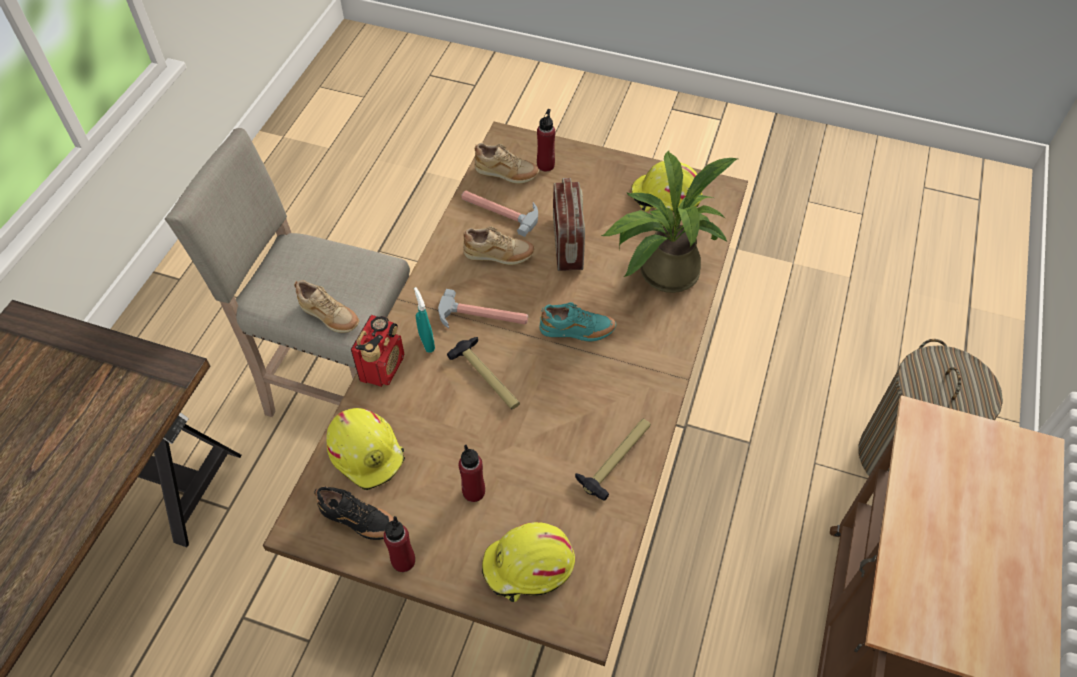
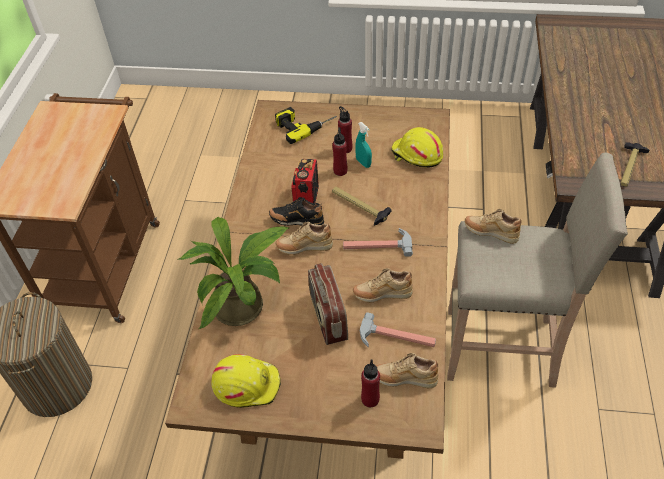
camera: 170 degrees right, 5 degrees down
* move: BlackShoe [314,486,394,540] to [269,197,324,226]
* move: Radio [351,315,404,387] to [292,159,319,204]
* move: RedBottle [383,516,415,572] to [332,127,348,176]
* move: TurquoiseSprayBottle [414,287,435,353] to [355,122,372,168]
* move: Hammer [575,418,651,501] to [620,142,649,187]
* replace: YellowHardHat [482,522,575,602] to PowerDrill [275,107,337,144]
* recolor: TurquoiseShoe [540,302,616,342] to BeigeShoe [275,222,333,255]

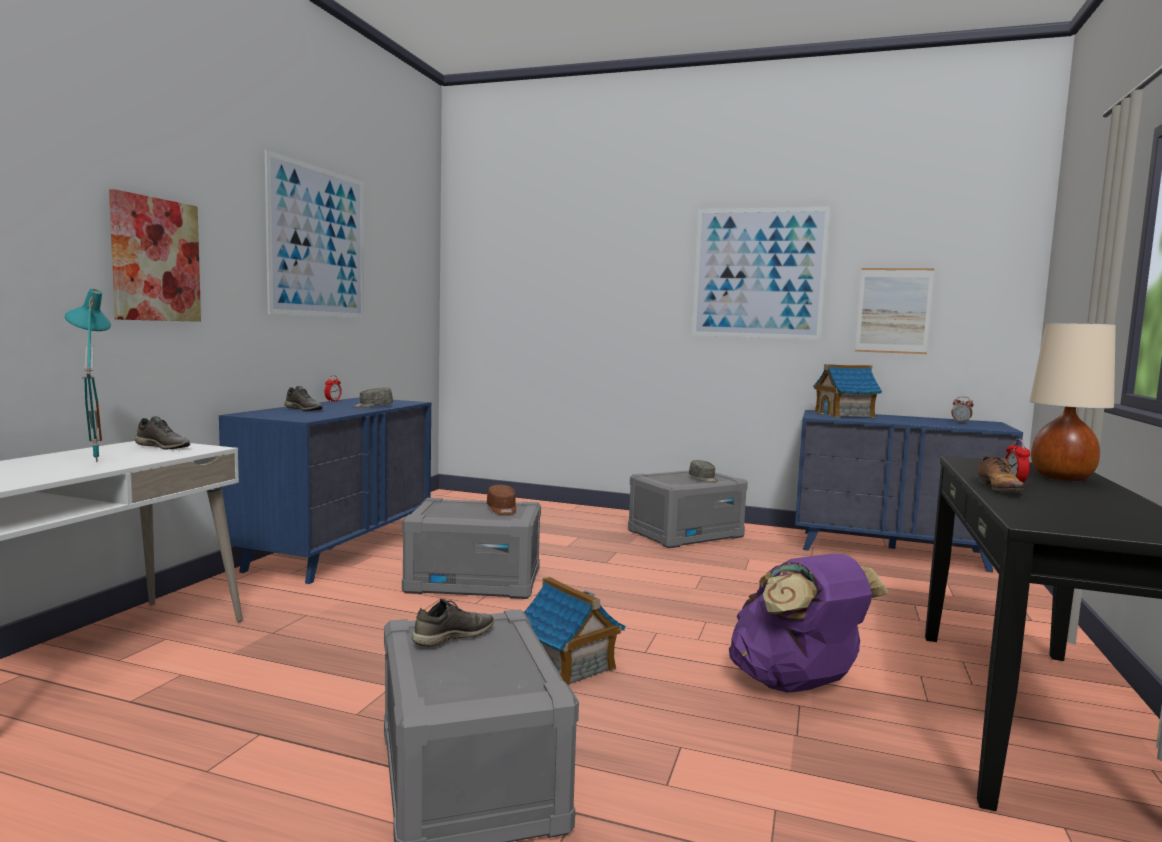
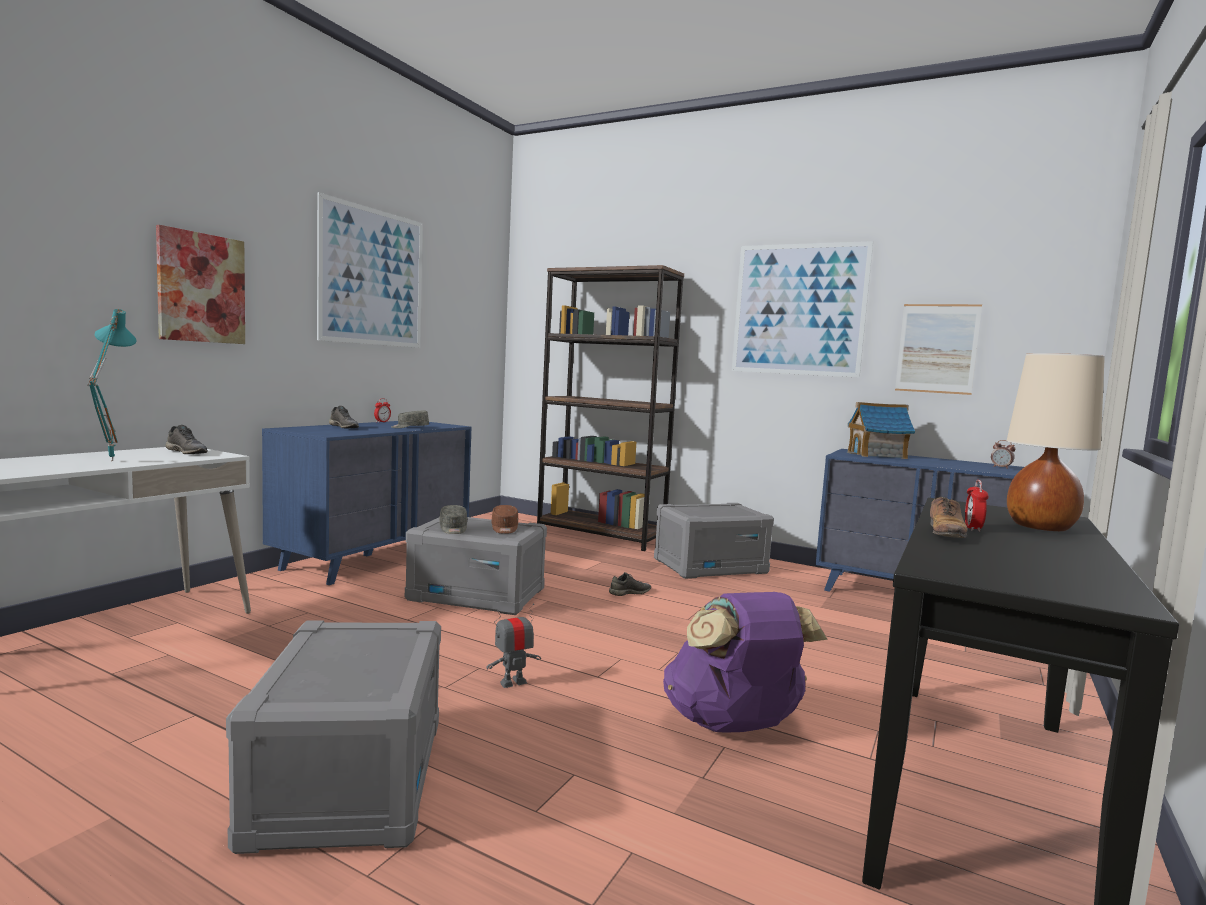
camera: 10 degrees right, 0 degrees up
* insert: BrownBookcase [537,265,684,551]
* move: GreyShoe [411,599,494,647] to [609,572,651,596]
* move: GreyCap [689,460,718,483] to [439,505,467,534]
* replace: ToyHouse [524,577,626,685] to ToyRobot [487,603,541,688]

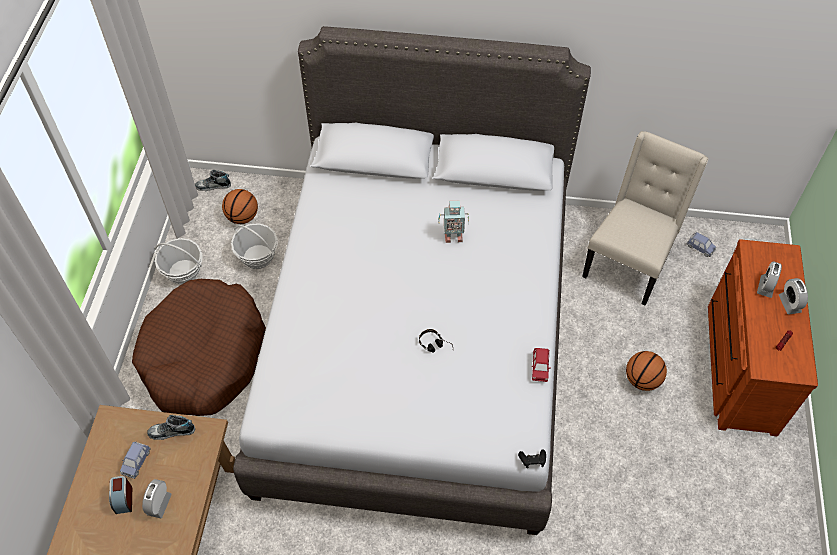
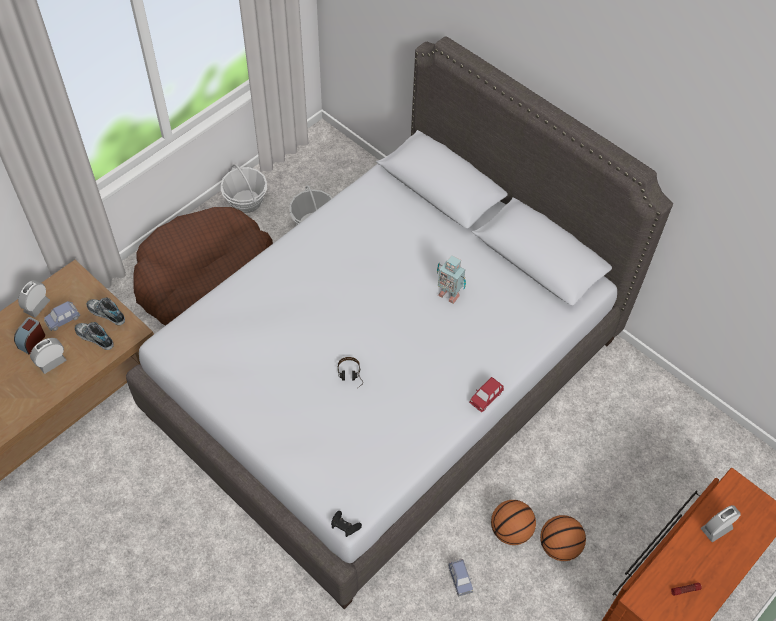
camera: 35 degrees right, 0 degrees up
* delete: BeigeChair [582,131,708,305]
* move: Shoe [195,170,231,191] to [75,322,113,350]
* move: Basketball [222,189,258,224] to [491,500,536,545]
* move: RedToyCar [532,348,551,382] to [469,377,504,412]
* move: BlueToyCar [687,232,716,257] to [448,559,473,596]
* move: AlarmClock [779,278,808,315] to [18,280,50,317]

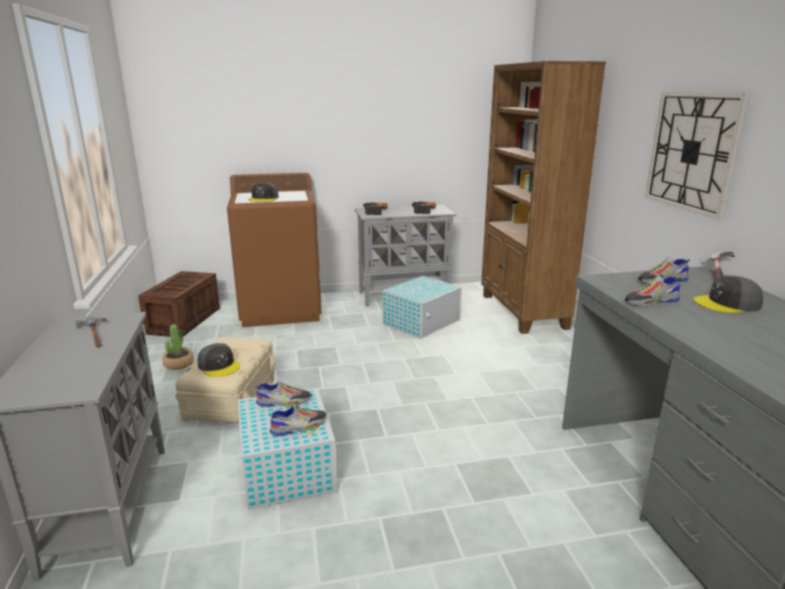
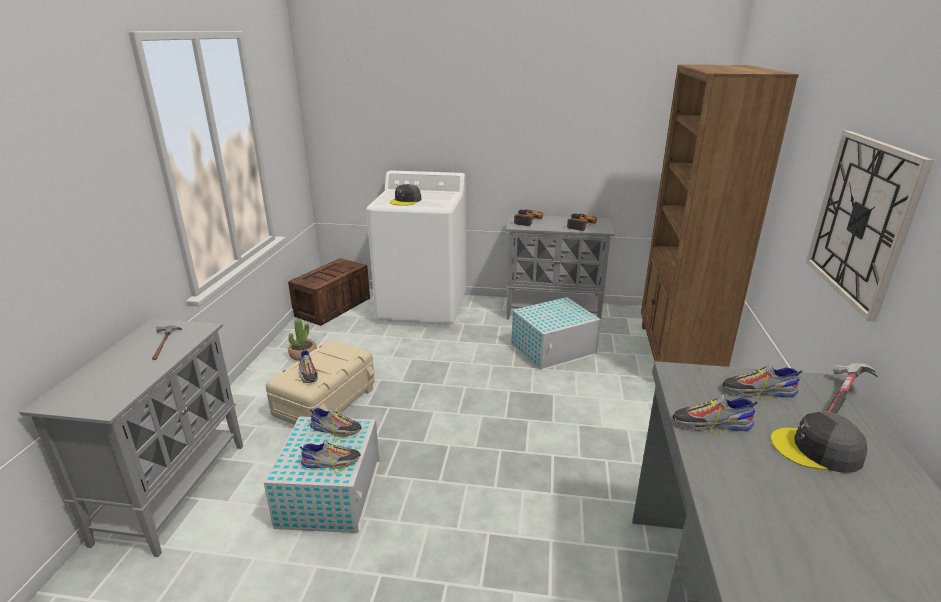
camera: 20 degrees right, 5 degrees up
* replace: GreyCap [198,343,240,377] to Shoe [295,349,321,383]
* recolor: BrownWashingMachine [227,173,321,327] to WhiteWashingMachine [366,170,466,329]

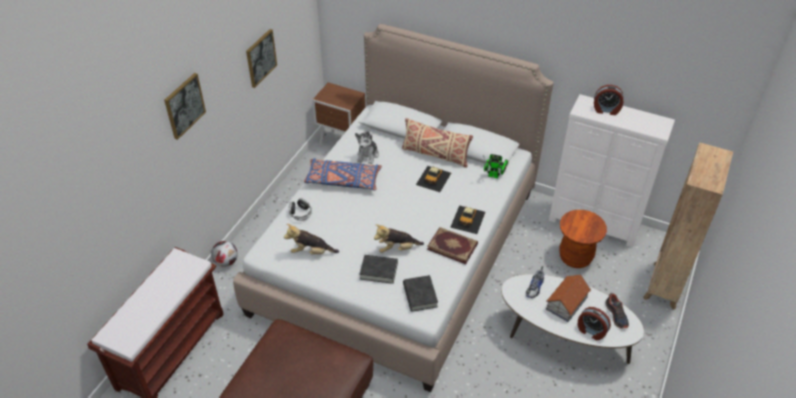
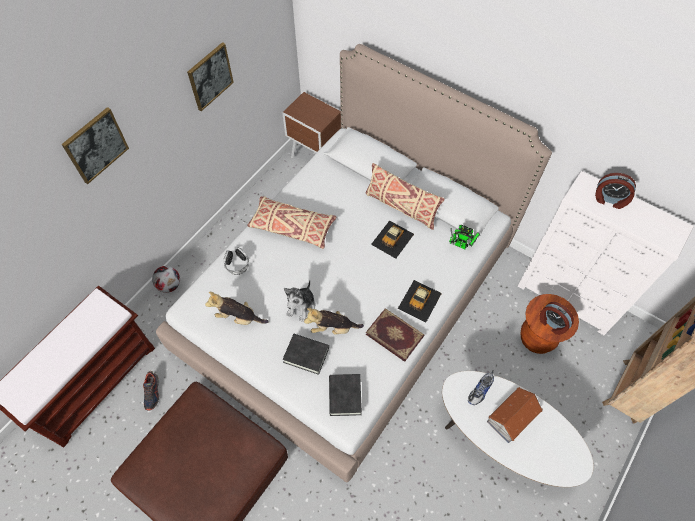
camera: 10 degrees right, 15 degrees up
* move: PlushToy [355,131,379,164] to [284,280,315,322]
* move: AlarmClock [578,307,611,340] to [540,302,574,335]
* move: Shoe [605,293,629,328] to [143,371,159,410]
* recolor: BluePillow [304,158,382,190] to BeigePillow [247,196,337,249]

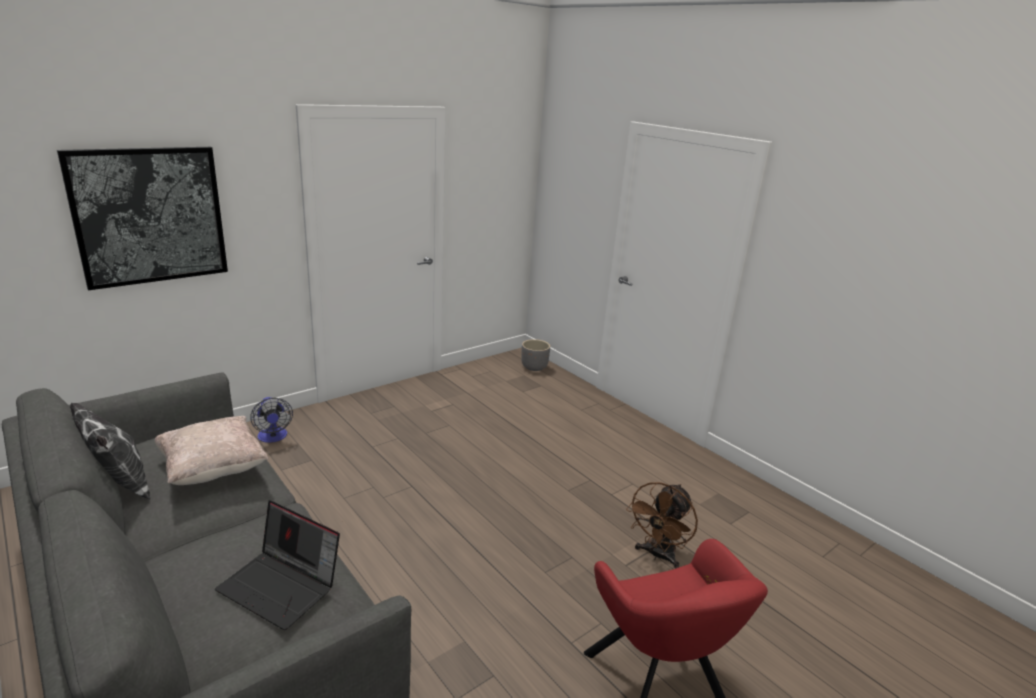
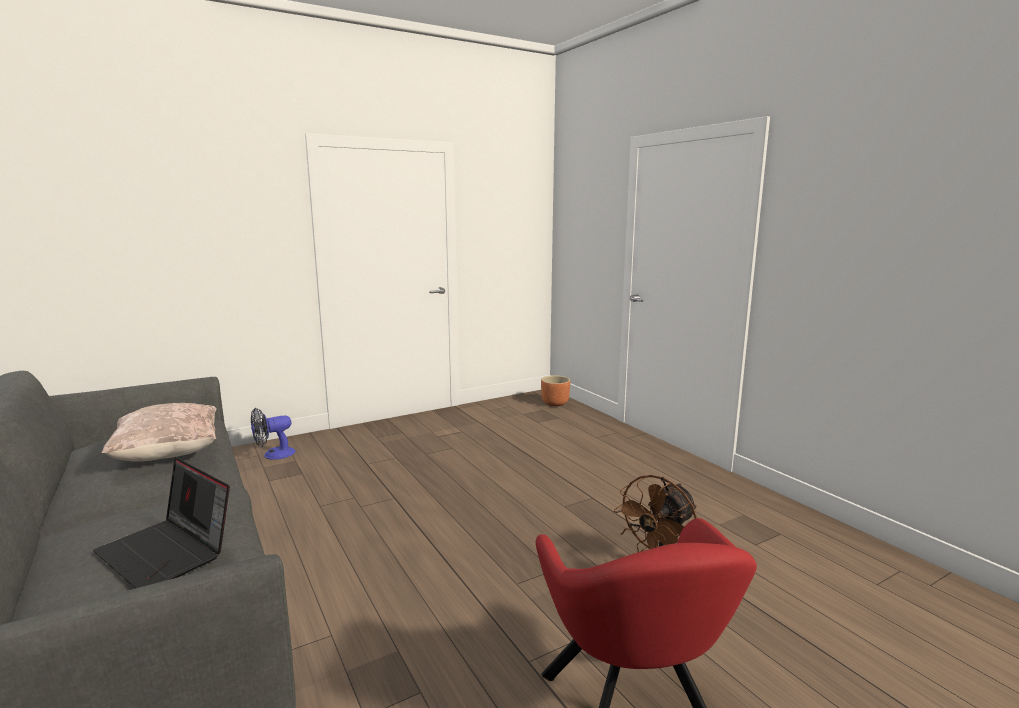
camera: 10 degrees right, 10 degrees down
* delete: Picture [57,147,228,290]
* delete: Pillow [70,403,150,499]
* recolor: GreyPlanter [521,339,550,371] to BrownPlanter [541,375,570,406]
* rotate: Fan [250,397,293,443] = [251,408,295,460] 75 degrees clockwise

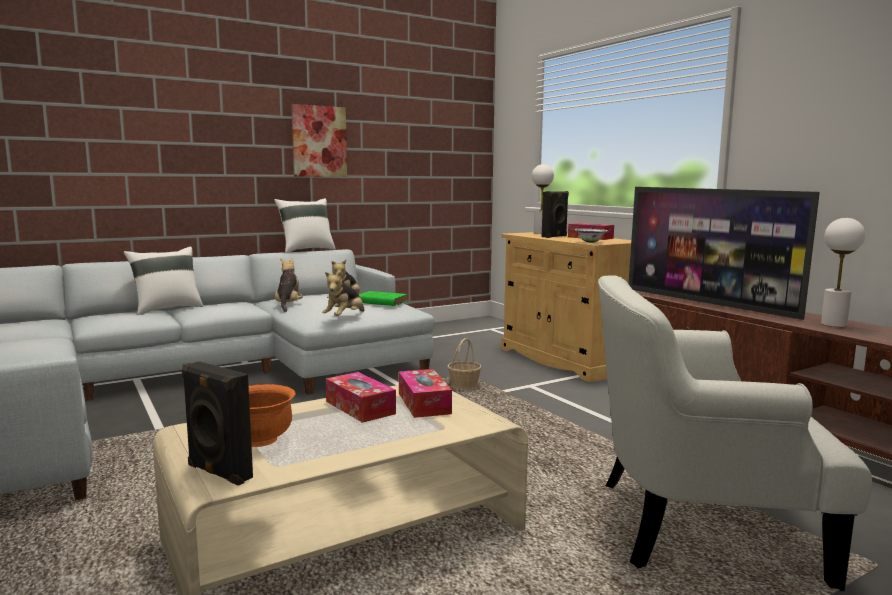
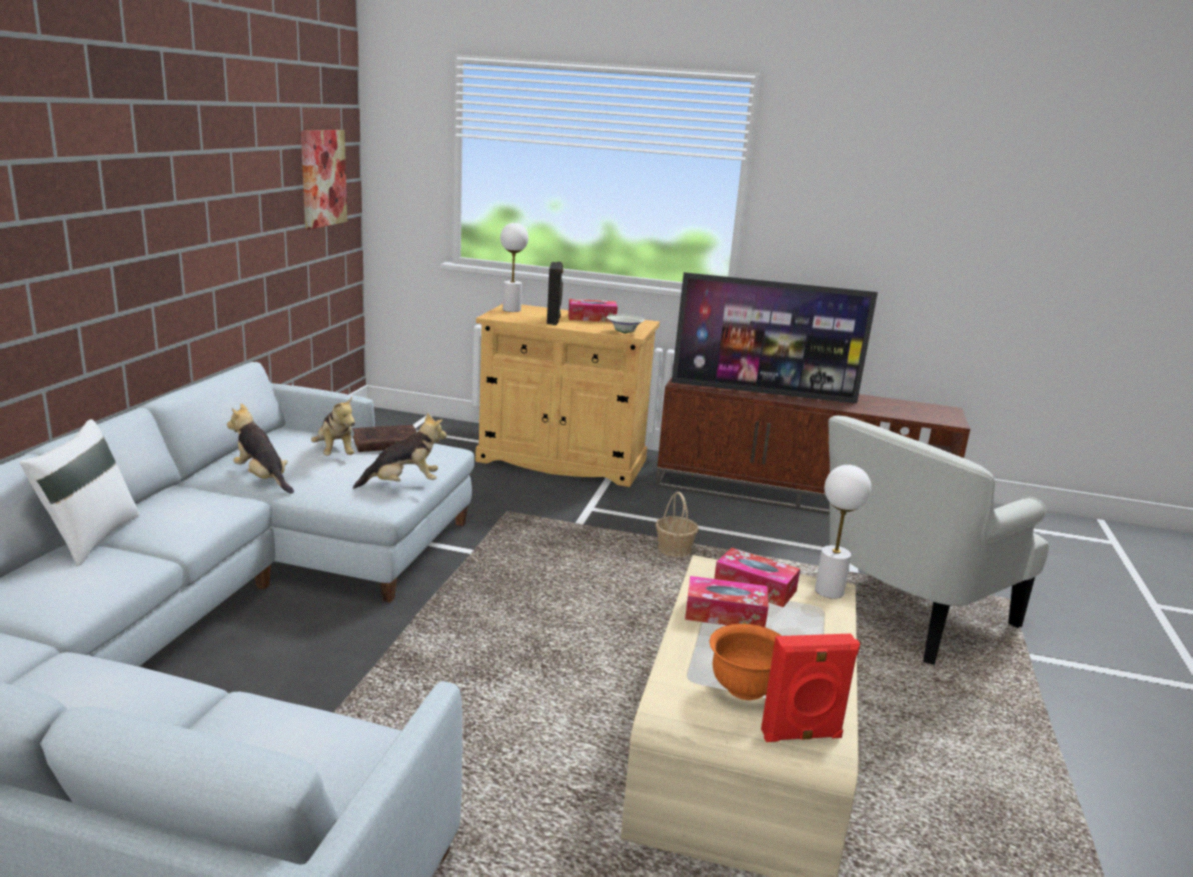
camera: 45 degrees left, 10 degrees up
* delete: WhitePillow [274,198,336,253]
* move: Picture [291,104,347,177] to [301,130,347,230]
* move: Basket [447,338,482,390] to [655,492,699,557]
* move: WhiteTableLamp [821,218,865,327] to [815,465,871,599]
* recolor: BlackSpeaker [182,361,253,486] to RedSpeaker [761,634,860,742]
* recolor: GreenBook [359,291,408,306] to BrownBook [353,425,417,452]
* rotate: PlushToy [322,270,364,316] = [353,412,447,489] 90 degrees counterclockwise

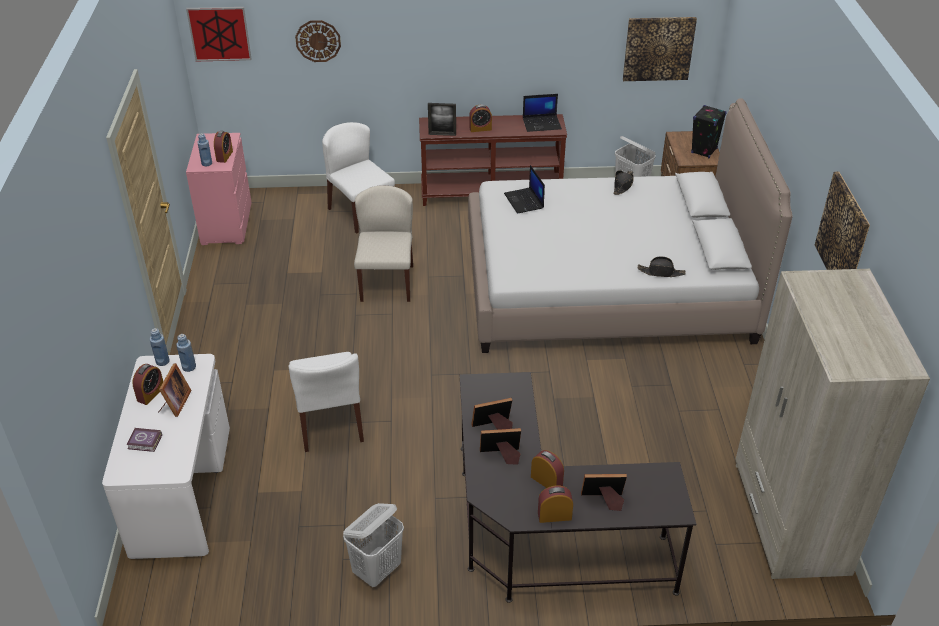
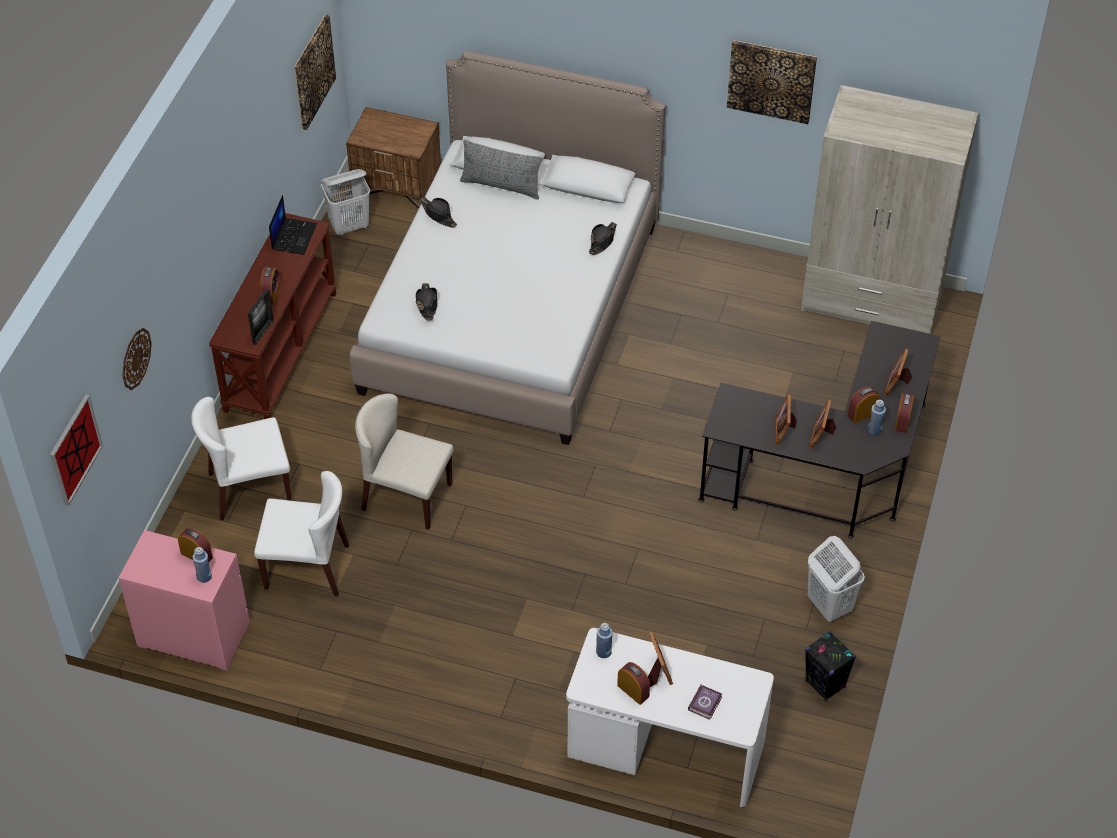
camera: 70 degrees left, 10 degrees up
* insert: GreyPillow [460,140,543,200]
* move: BlueBottle [150,328,170,366] to [868,400,886,435]
* move: WhiteChair [289,352,364,452] to [254,471,349,597]
* move: BlackSpeaker [691,105,727,158] to [805,631,856,701]
* replace: Laptop [504,165,545,214] to BlackHat [416,283,437,321]
* rotate: PictureFrame [158,363,191,417] = [648,632,673,687] 45 degrees clockwise

